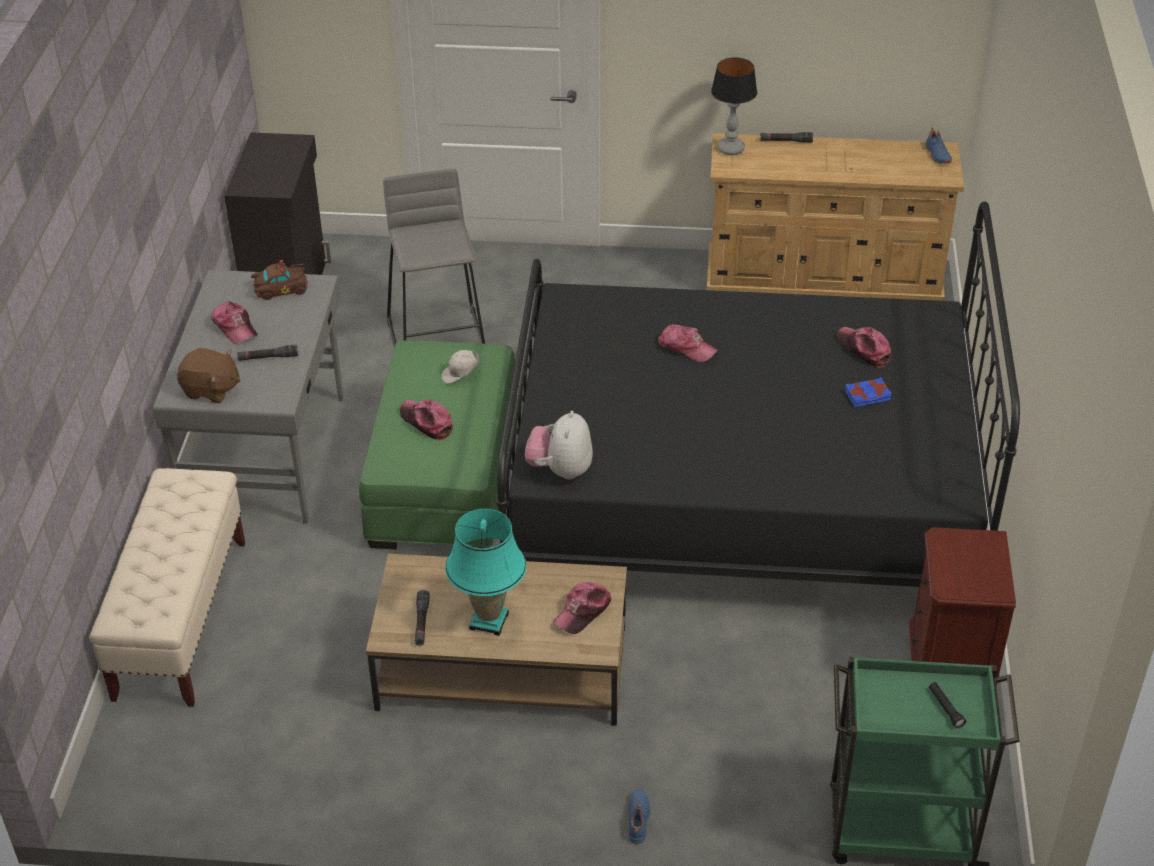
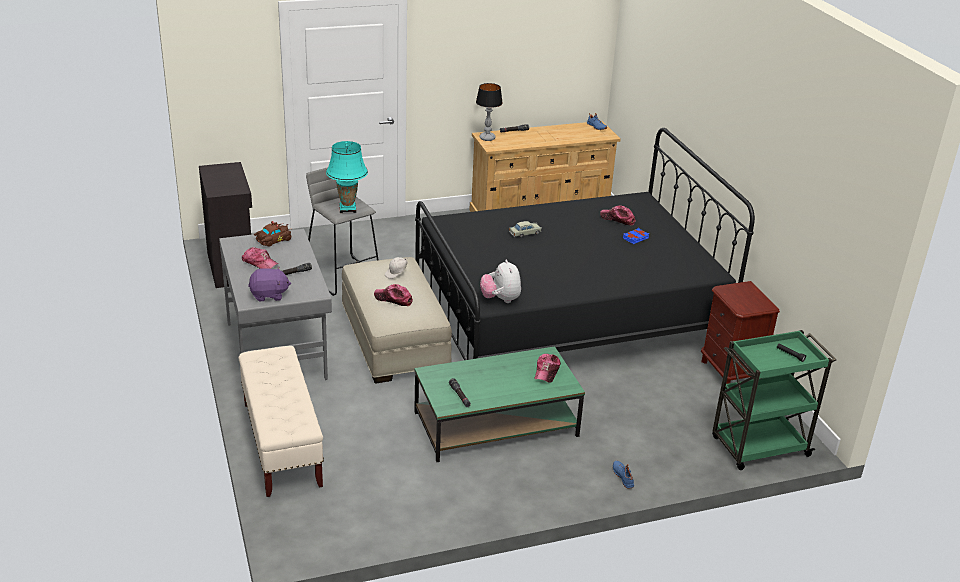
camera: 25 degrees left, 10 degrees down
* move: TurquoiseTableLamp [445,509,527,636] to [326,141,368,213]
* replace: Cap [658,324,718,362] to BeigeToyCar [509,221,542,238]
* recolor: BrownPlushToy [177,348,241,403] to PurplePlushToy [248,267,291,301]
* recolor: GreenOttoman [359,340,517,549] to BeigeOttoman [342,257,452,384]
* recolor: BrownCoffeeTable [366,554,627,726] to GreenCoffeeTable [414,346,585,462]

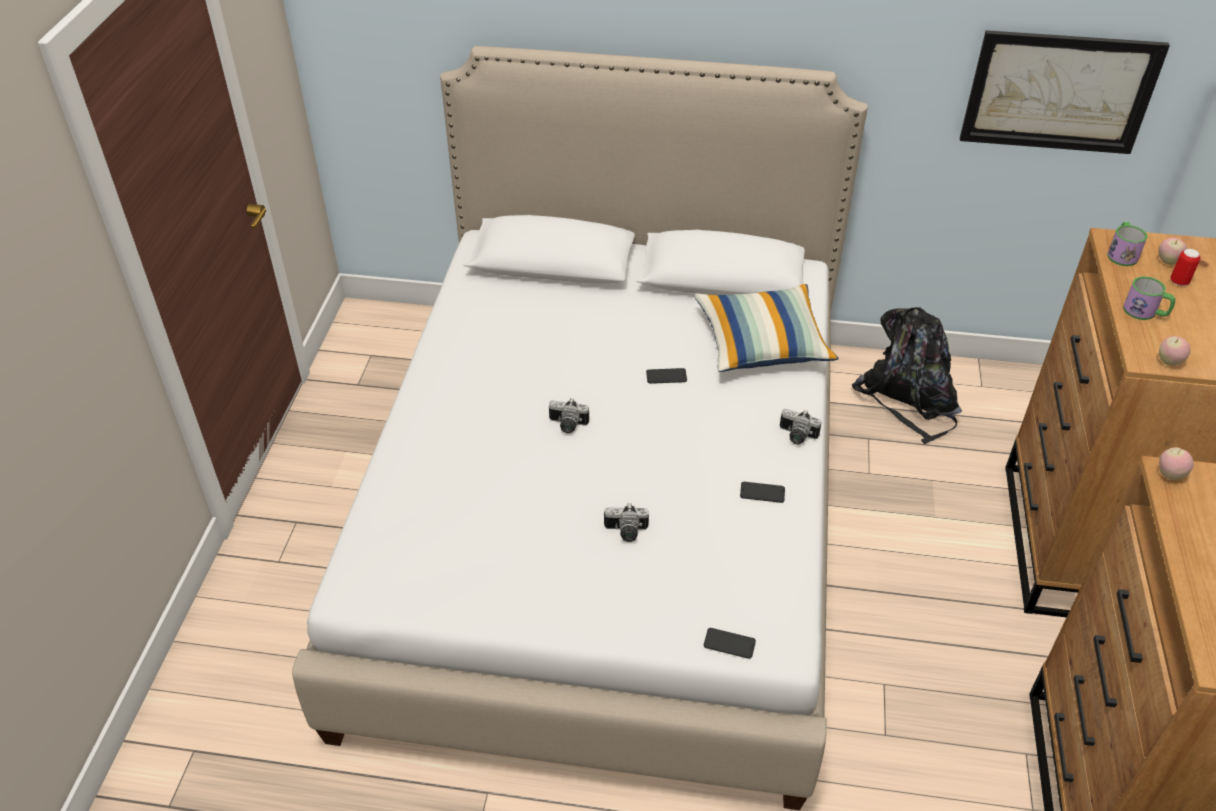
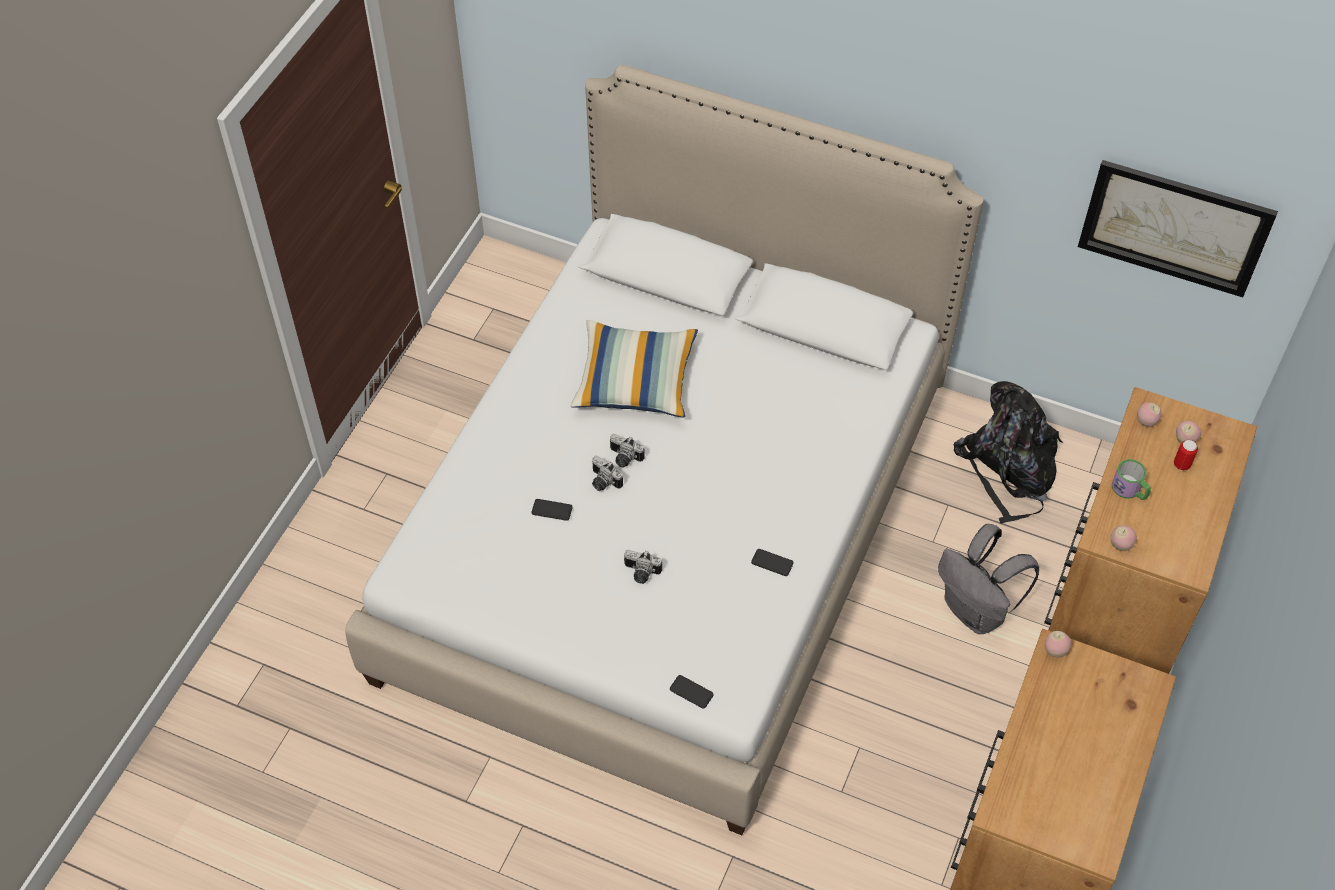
camera: 15 degrees right, 10 degrees up
* insert: GreyBackpack [938,524,1039,634]
* move: Phone [646,368,687,384] to [532,499,573,521]
* move: Pillow [694,284,839,372] to [571,320,698,417]
* move: PhotoCamera [780,409,822,445] to [591,456,623,491]
* replace: Mug [1107,222,1147,266] to Apple [1137,402,1162,427]

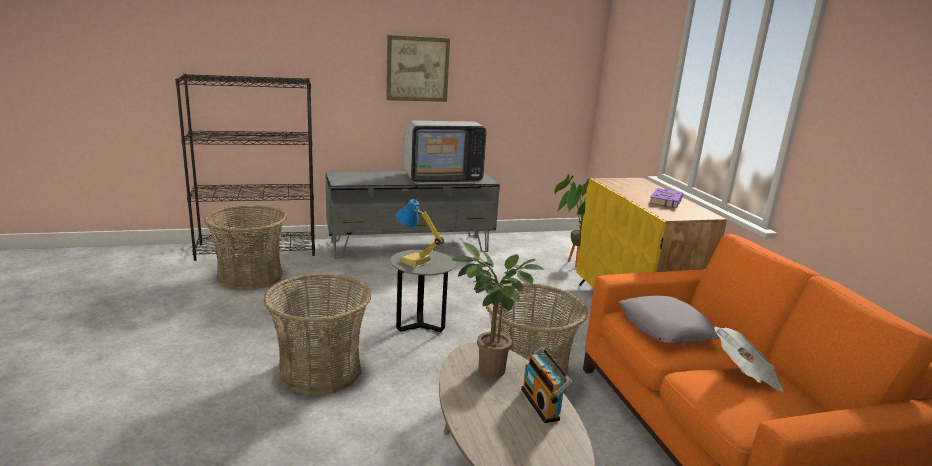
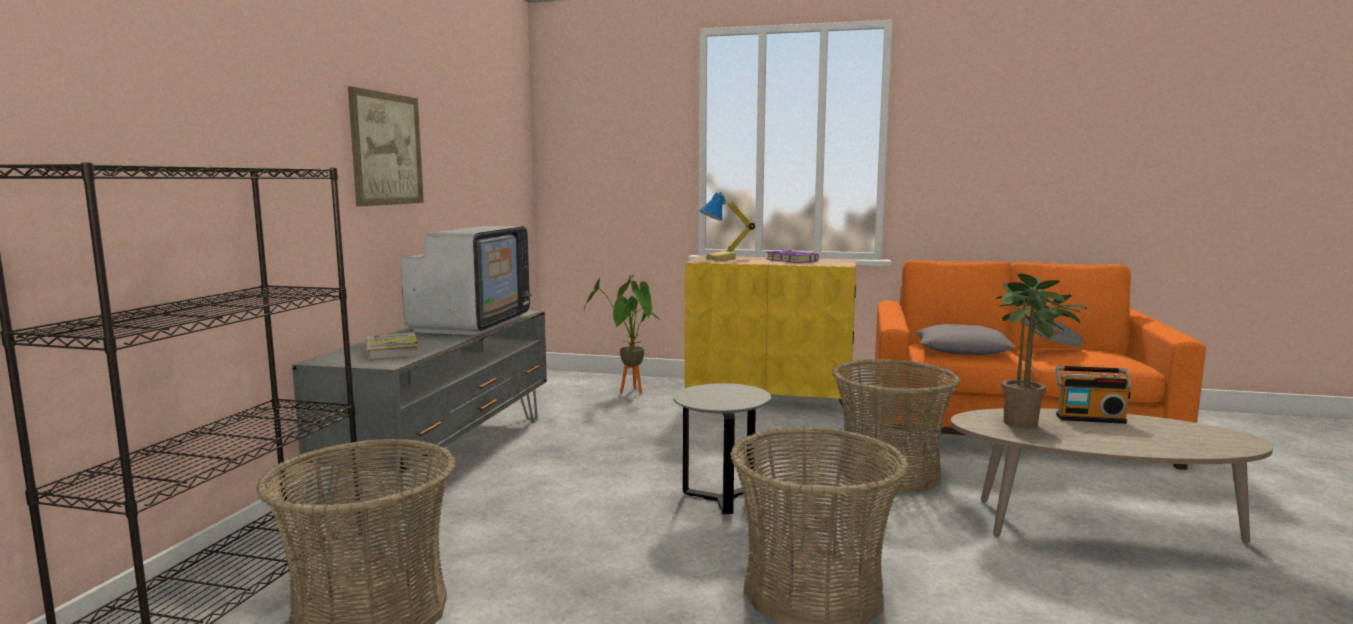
camera: 60 degrees left, 10 degrees down
* insert: Book [367,332,419,360]
* move: TableLamp [396,199,444,268] to [699,192,755,261]

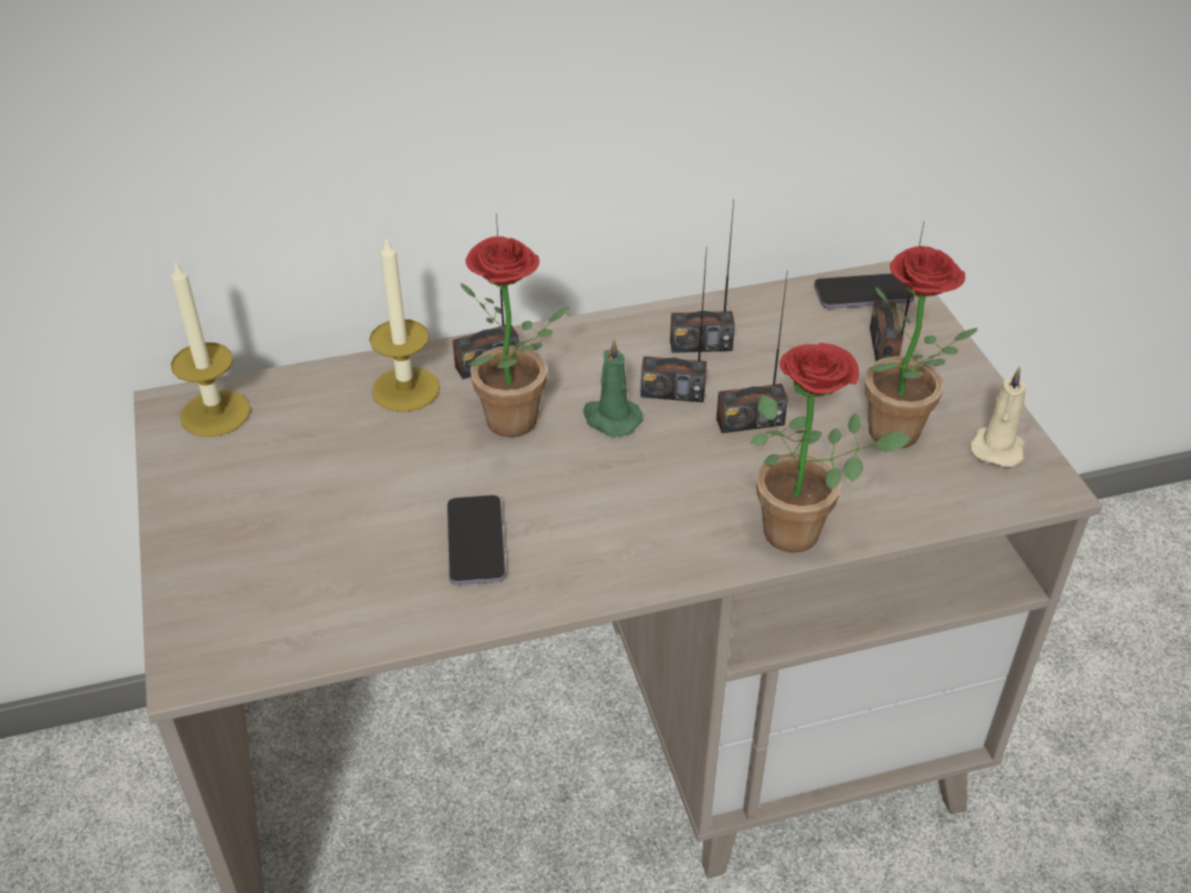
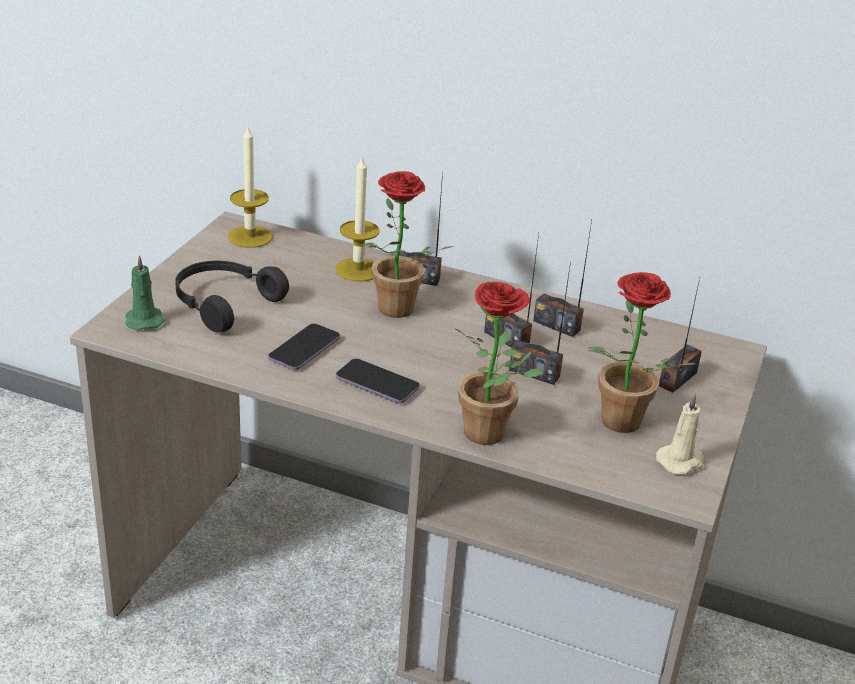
camera: 35 degrees right, 10 degrees down
* insert: BlackHeadphones [175,261,289,332]
* move: GreenCandle [583,338,642,436] to [125,255,165,330]
* move: Phone [814,273,914,308] to [336,358,420,404]

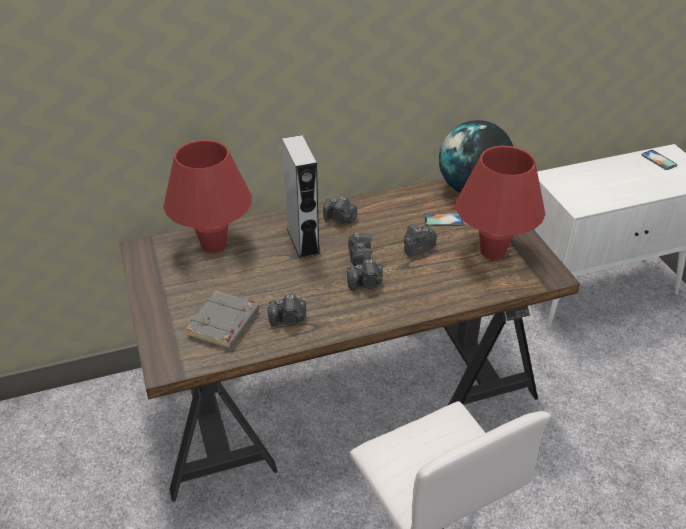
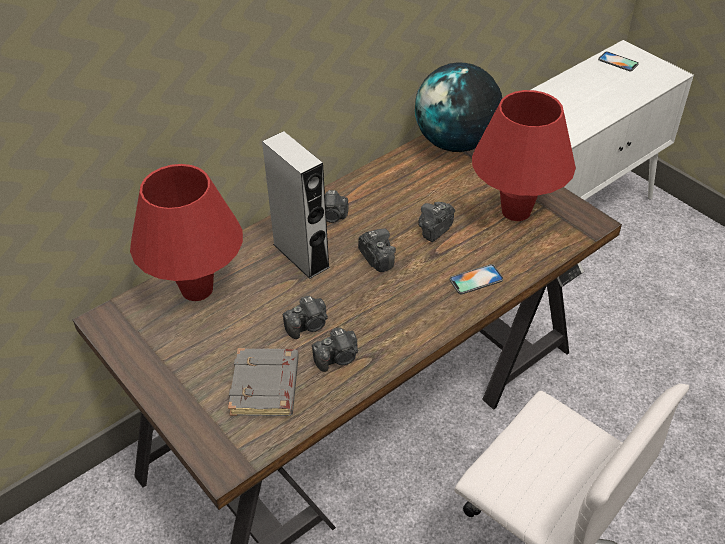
camera: 20 degrees left, 5 degrees up
* move: PhotoCamera [347,259,383,291] to [283,296,328,339]
* move: Phone [423,213,464,226] to [450,264,503,294]

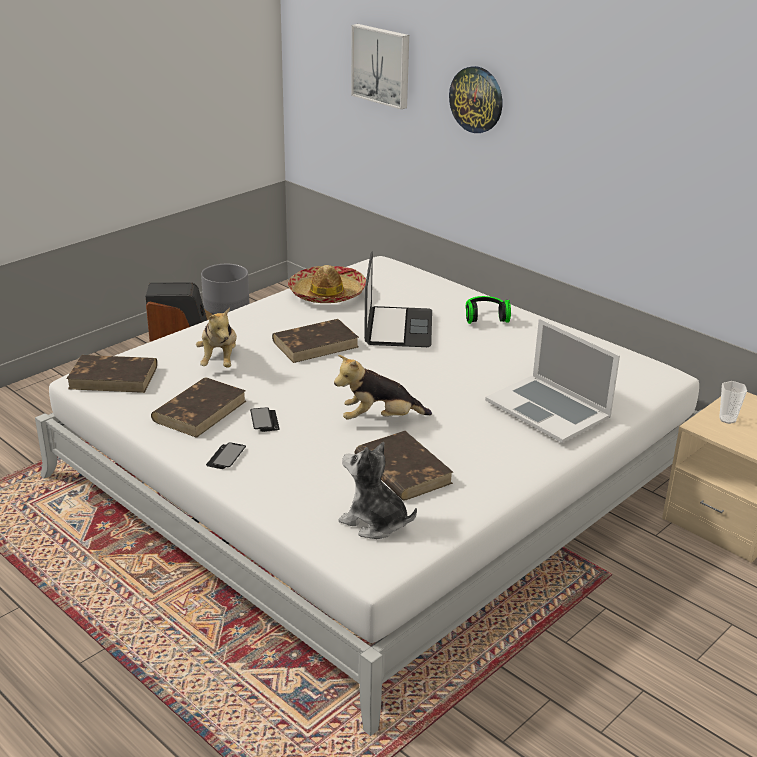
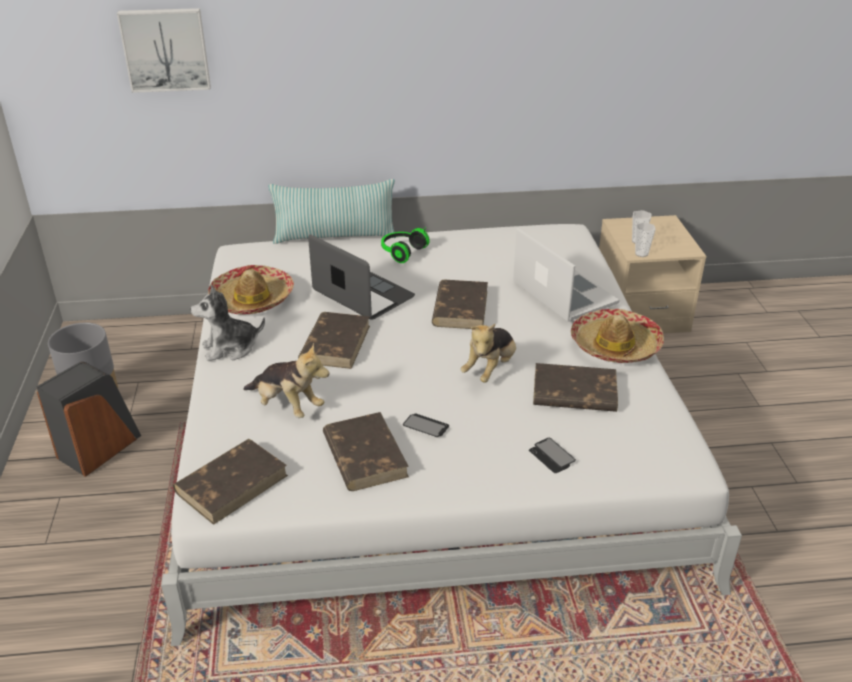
camera: 50 degrees left, 5 degrees up
* delete: WallClock [449,66,502,133]
* insert: Pillow [269,179,396,244]
* insert: BrownBook [432,280,488,329]
* insert: Hat [571,309,664,363]
* insert: Cup [635,222,656,257]
* move: Phone [206,442,246,469] to [529,438,576,473]
* move: PlushToy [338,442,417,539] to [190,285,265,361]
* rotate: Laptop [485,319,620,443] = [513,227,619,322] 120 degrees counterclockwise

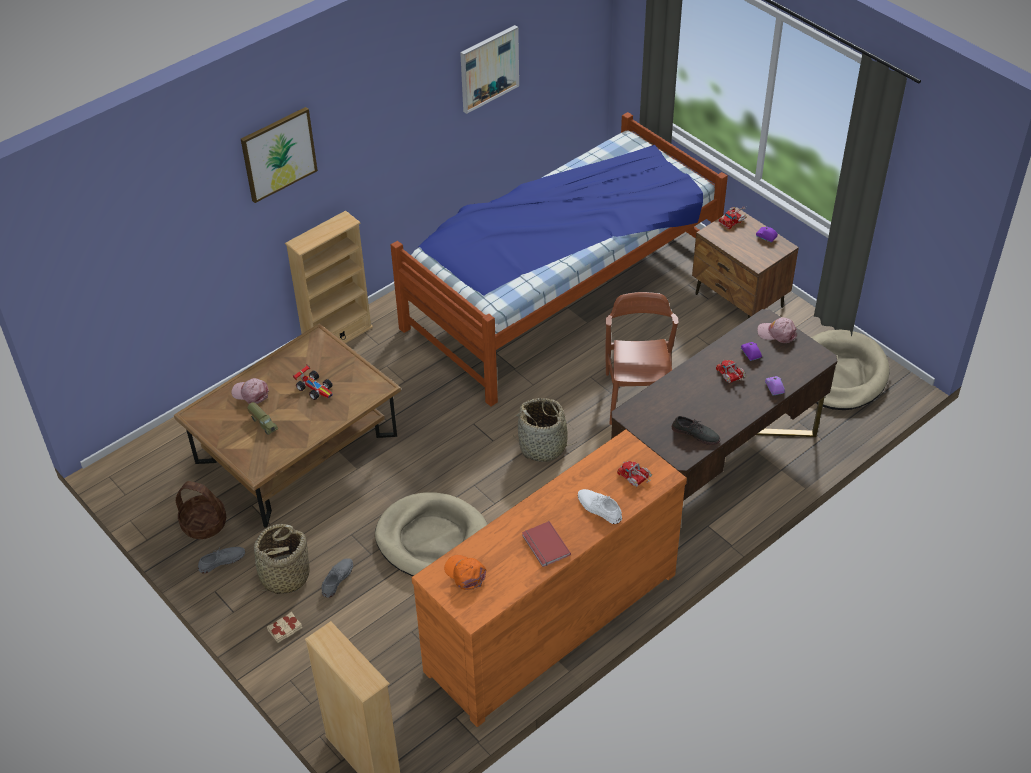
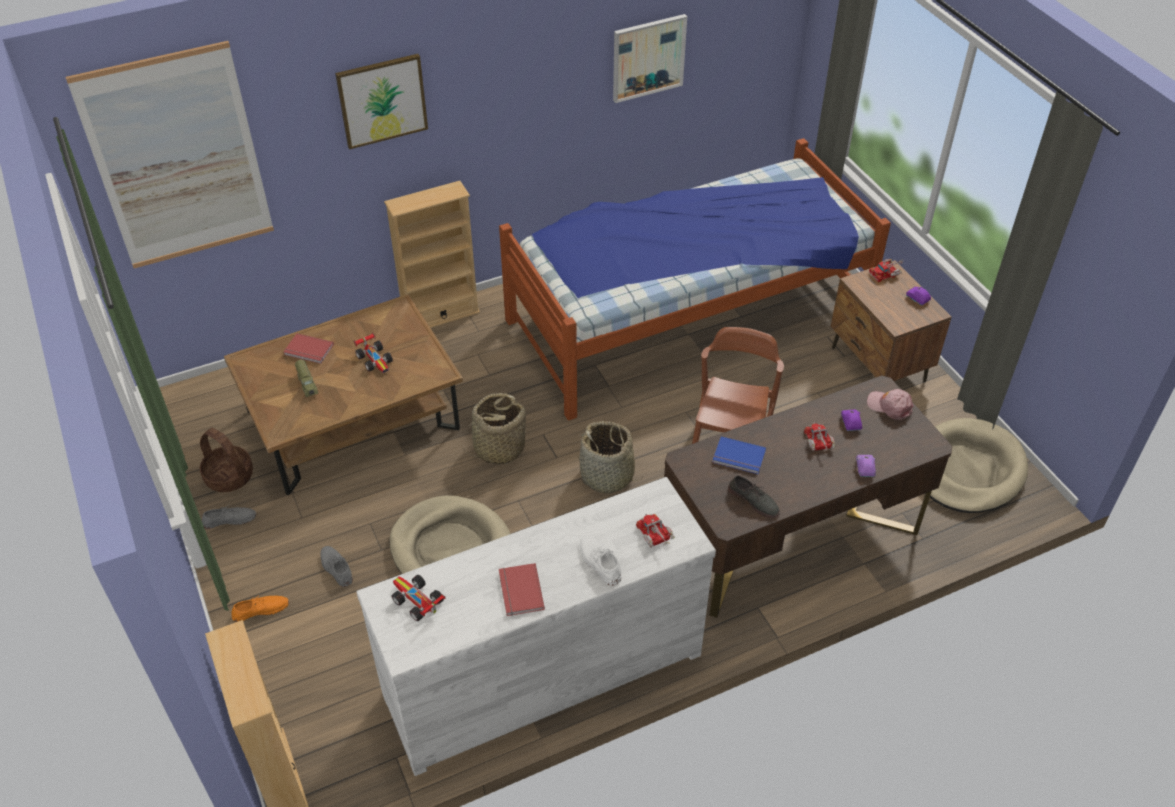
camera: 15 degrees right, 0 degrees up
* insert: Picture [66,41,274,268]
* insert: BlueBook [712,436,766,474]
* move: Basket [251,524,310,594] to [463,393,528,464]
* replace: PinkCap [231,378,269,404] to RedBook [284,333,334,364]
* replace: BeigeBook [267,612,302,643] to OrangeShoe [231,594,289,622]
* replace: OrangeCap [444,555,486,590] to ToyCar [392,575,445,621]
* recolor: OrangeDresser [412,429,687,727] to WhiteDresser [356,477,716,776]
* rotate: GreyShoe [322,558,353,598] = [320,546,353,587] 75 degrees counterclockwise

